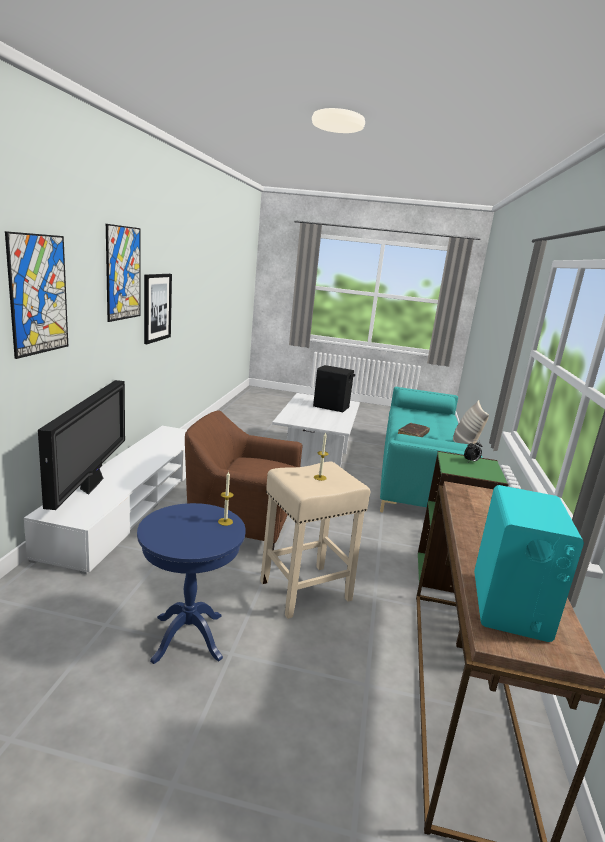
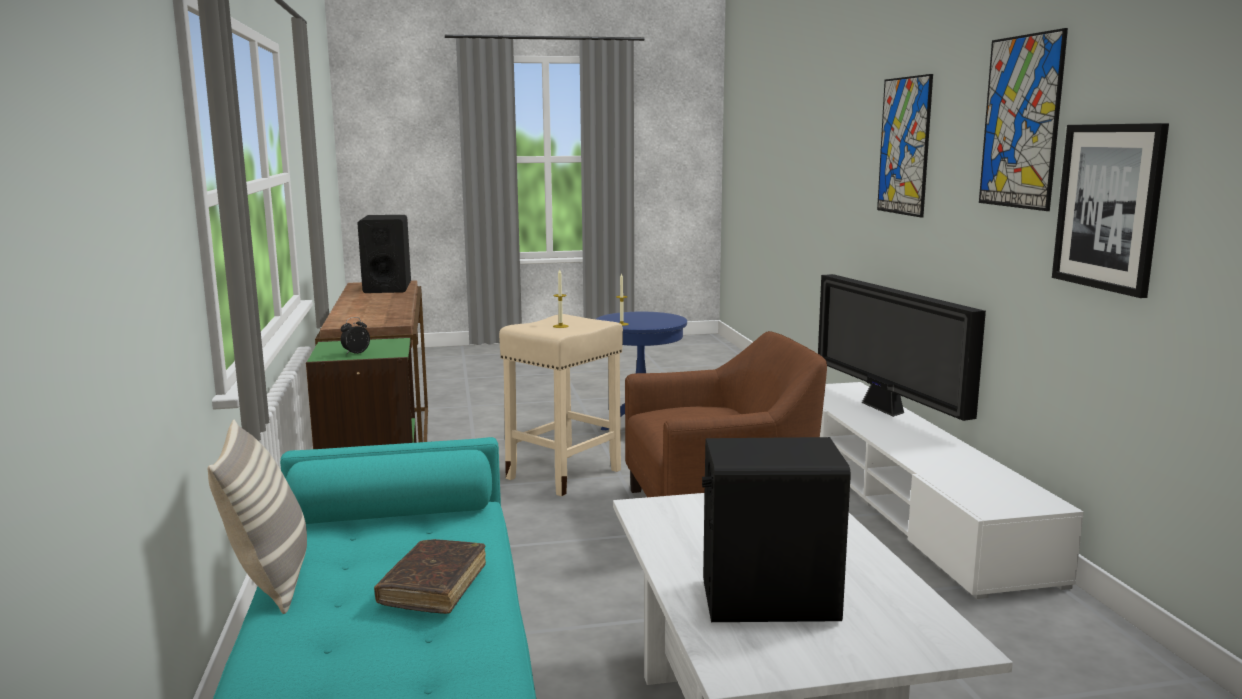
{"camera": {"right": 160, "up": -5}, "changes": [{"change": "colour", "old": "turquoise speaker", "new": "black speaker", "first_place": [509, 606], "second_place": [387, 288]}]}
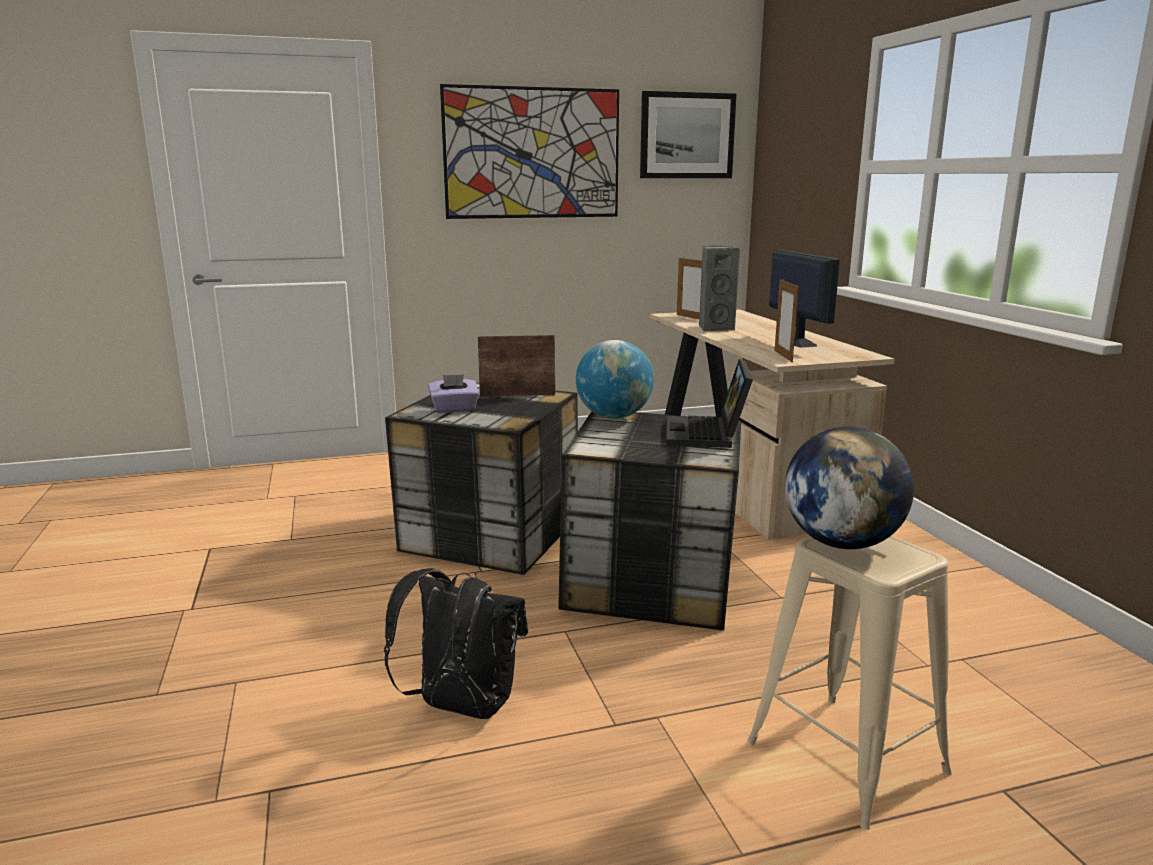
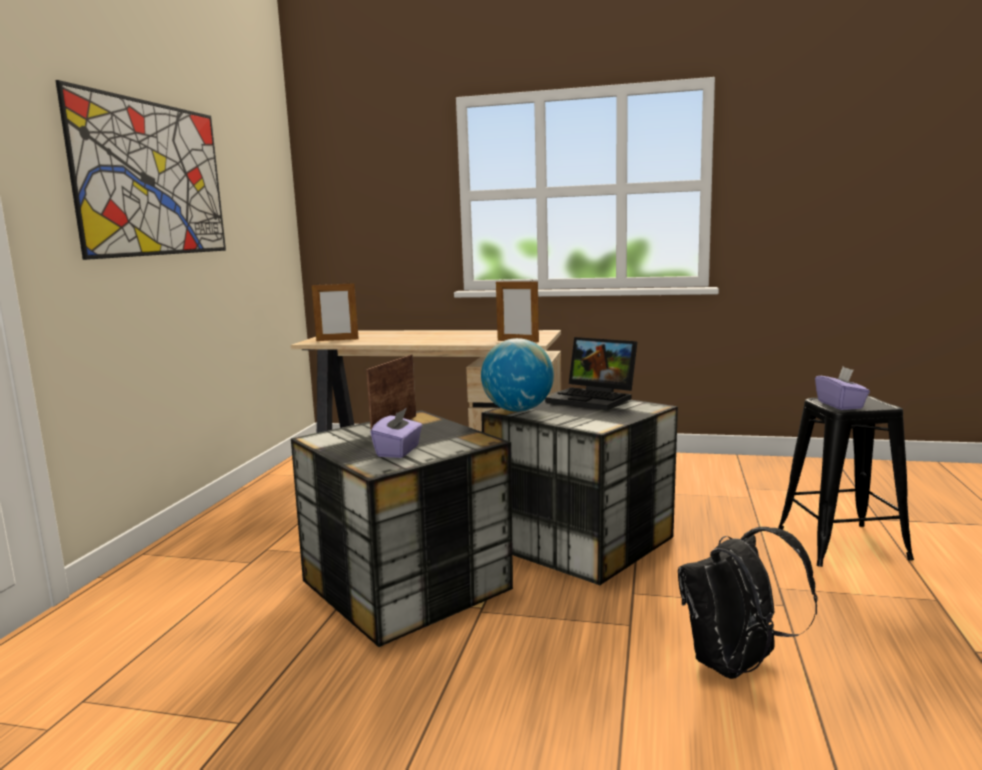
{"camera": {"right": -60, "up": -5}, "changes": [{"change": "missing", "old": "picture", "first_place": [687, 136]}, {"change": "missing", "old": "grey speaker", "first_place": [714, 328]}, {"change": "colour", "old": "beige stool", "new": "black stool", "first_place": [847, 758], "second_place": [842, 545]}, {"change": "missing", "old": "monitor", "first_place": [798, 343]}, {"change": "exchanged", "old": "globe", "new": "purple tissue box", "first_place": [841, 543], "second_place": [840, 405]}]}
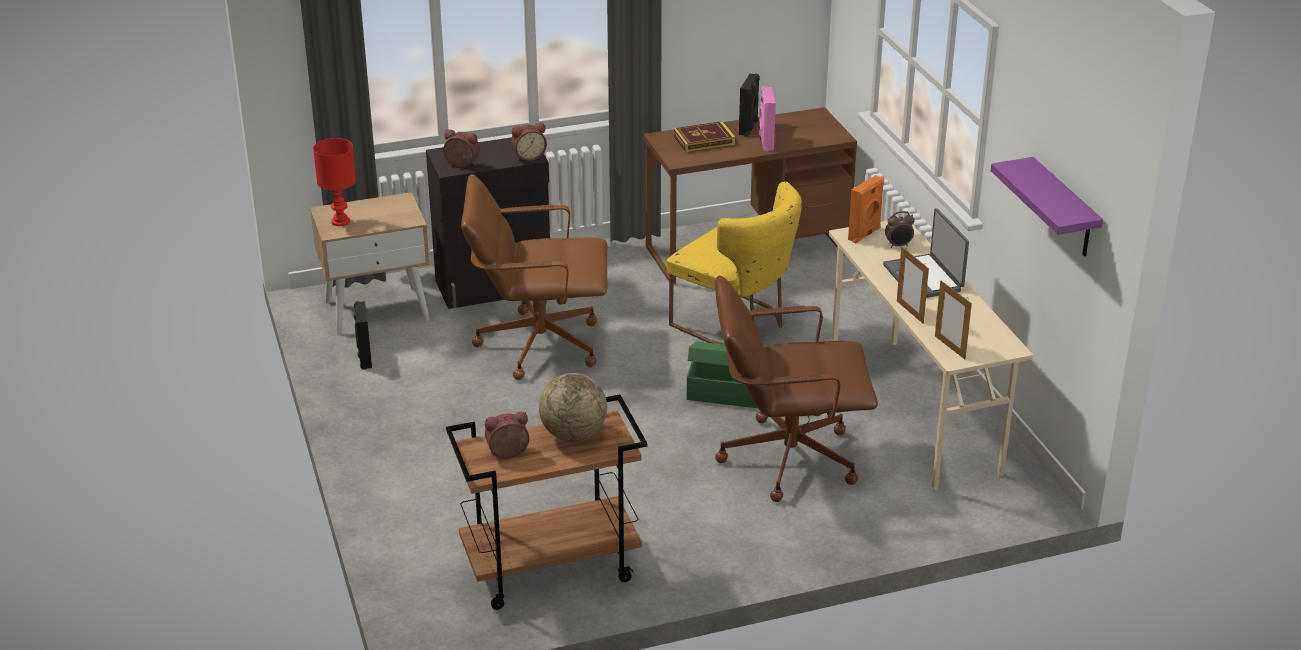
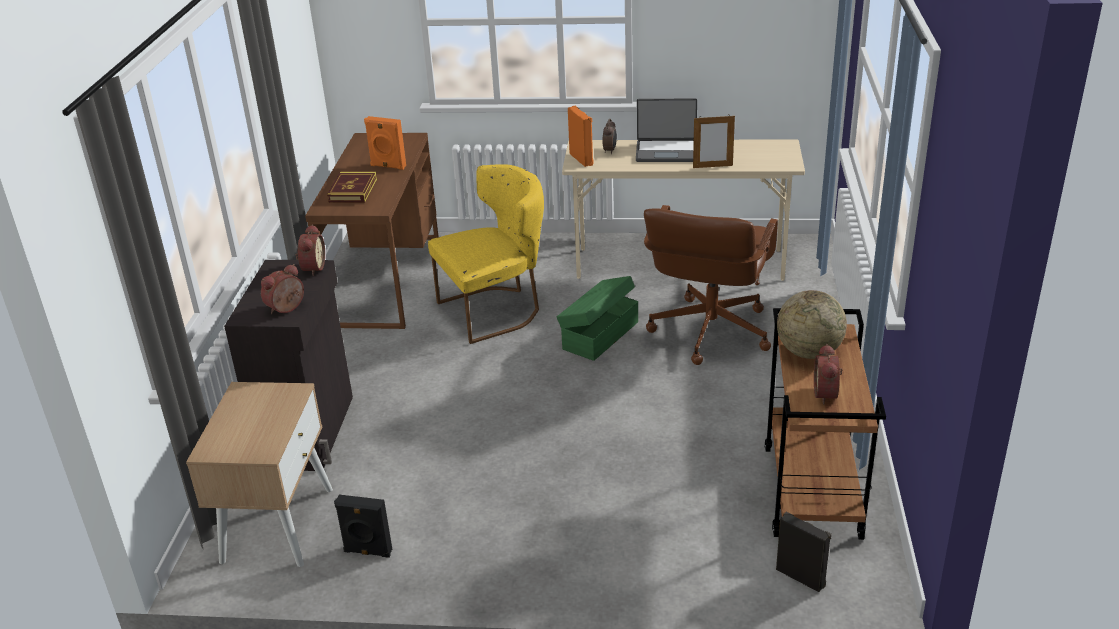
{"camera": {"right": -65, "up": 0}, "changes": [{"change": "missing", "old": "red table lamp", "first_place": [340, 221]}, {"change": "missing", "old": "brown office chair", "first_place": [538, 344]}, {"change": "relocated", "old": "black speaker", "first_place": [749, 128], "second_place": [801, 576]}, {"change": "colour", "old": "pink speaker", "new": "orange speaker", "first_place": [765, 142], "second_place": [388, 166]}, {"change": "missing", "old": "picture frame", "first_place": [950, 347]}, {"change": "missing", "old": "purple shelf", "first_place": [1064, 209]}]}
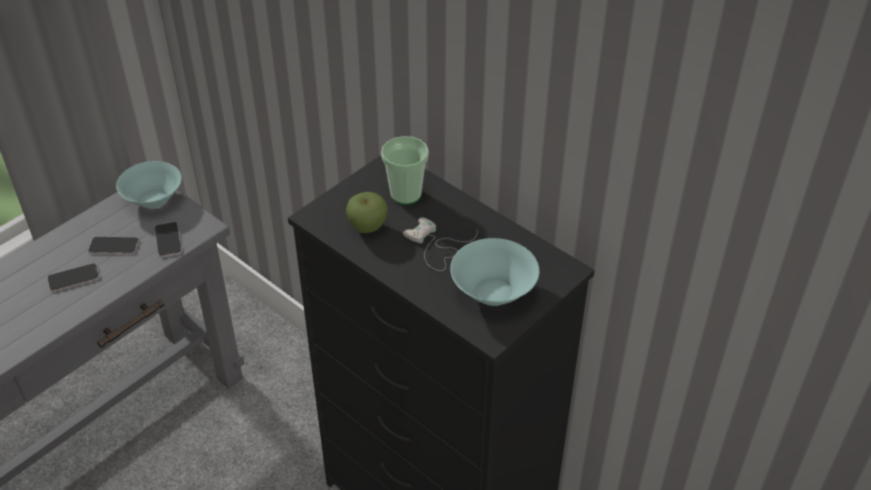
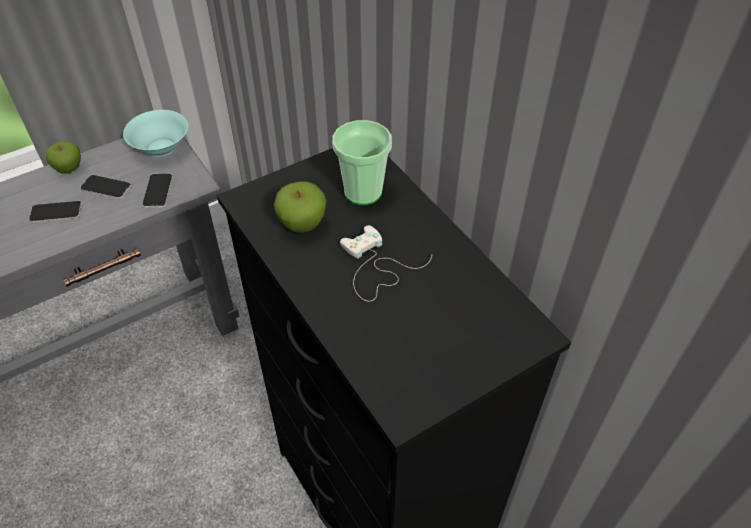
{"camera": {"right": 15, "up": 5}, "changes": [{"change": "missing", "old": "turquoise bowl", "first_place": [493, 292]}, {"change": "appeared", "new": "apple", "second_place": [69, 169]}]}
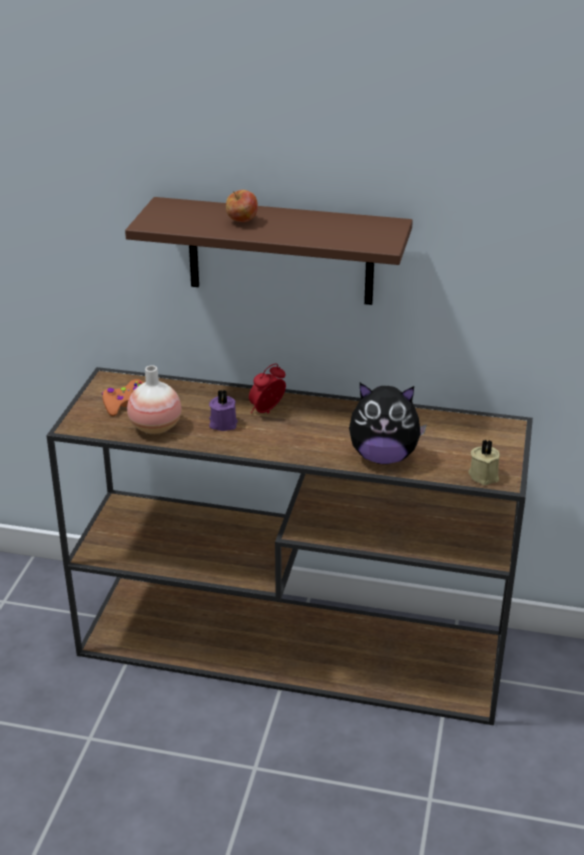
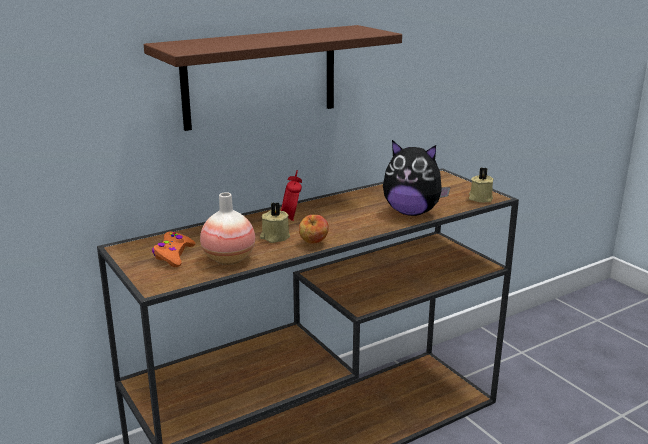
{"camera": {"right": -45, "up": -10}, "changes": [{"change": "colour", "old": "purple candle", "new": "beige candle", "first_place": [222, 423], "second_place": [274, 237]}, {"change": "relocated", "old": "apple", "first_place": [242, 222], "second_place": [313, 243]}, {"change": "spun", "old": "plush toy", "first_place": [383, 457], "second_place": [412, 212], "degrees": 60}]}
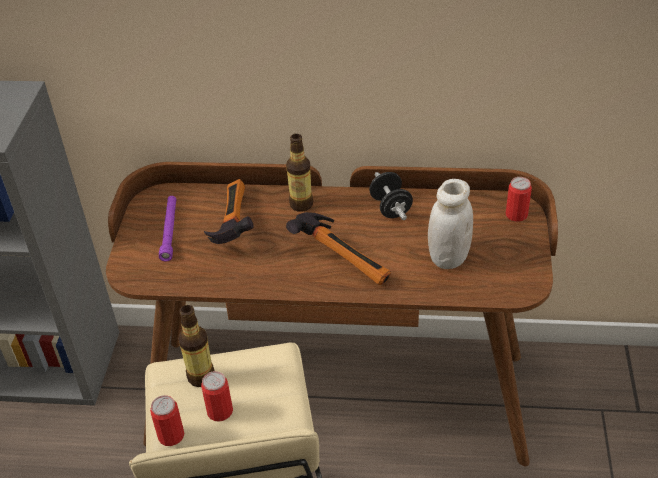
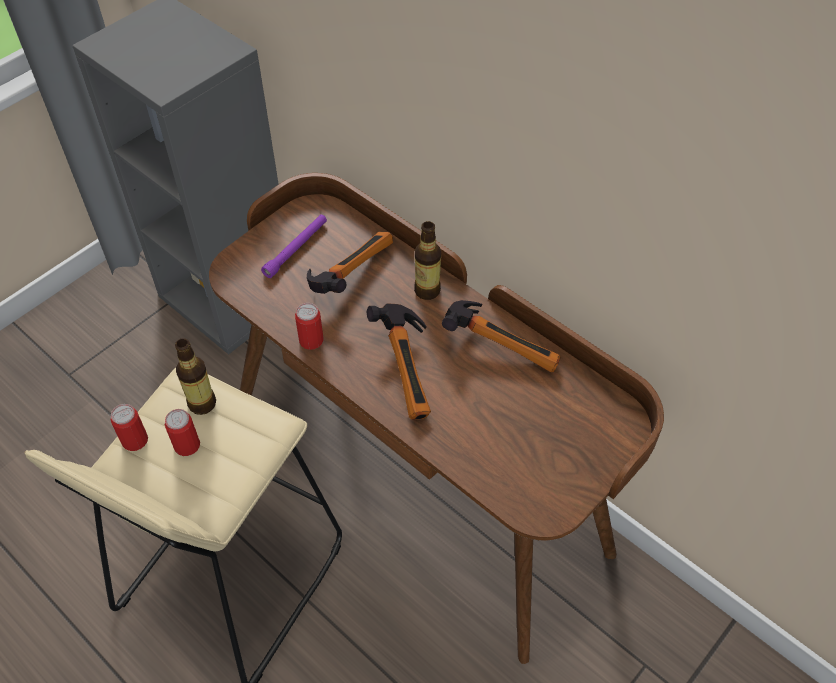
{"camera": {"right": 35, "up": 10}, "changes": [{"change": "exchanged", "old": "black dumbbell", "new": "hammer", "first_place": [390, 208], "second_place": [502, 345]}, {"change": "missing", "old": "white jar", "first_place": [448, 258]}, {"change": "relocated", "old": "can", "first_place": [516, 215], "second_place": [311, 340]}]}
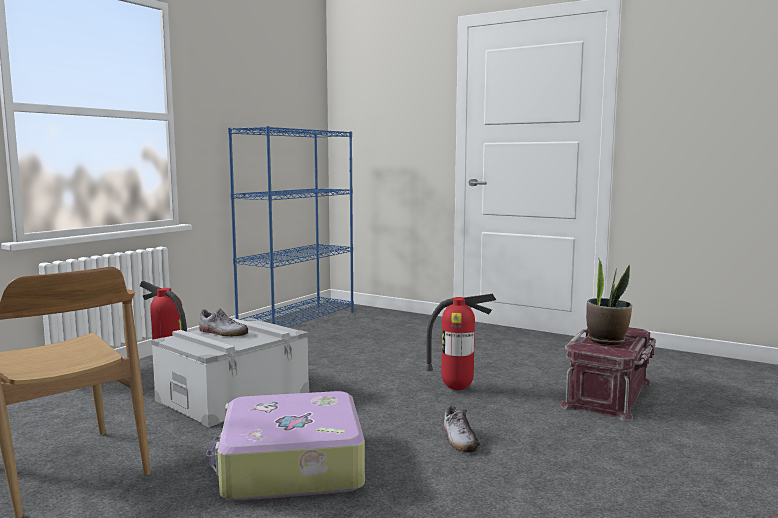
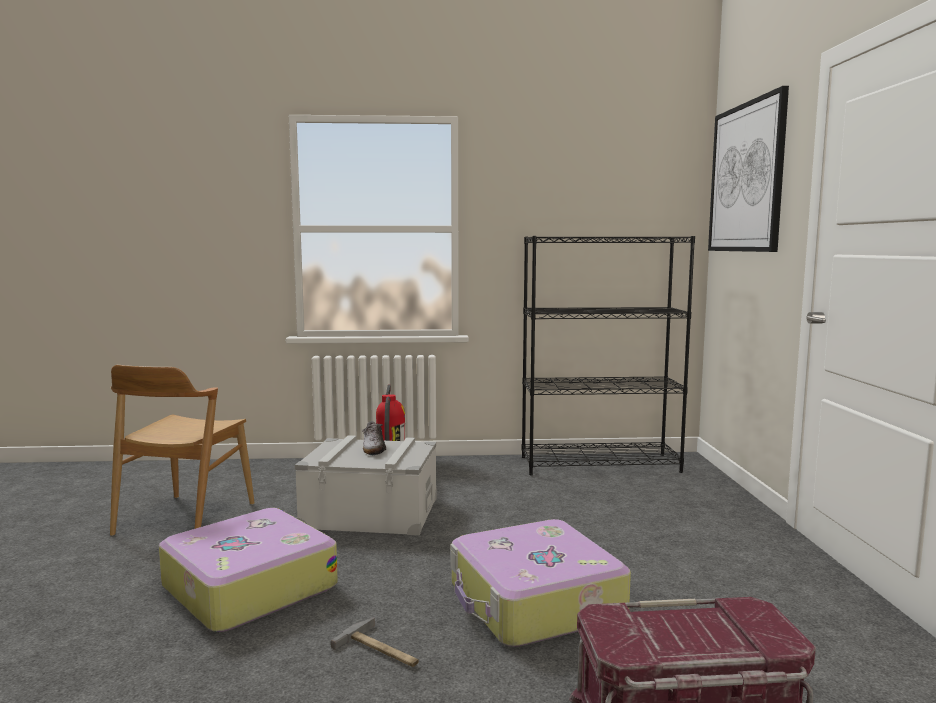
{"camera": {"right": 55, "up": 0}, "changes": [{"change": "colour", "old": "blue bookcase", "new": "black bookcase", "first_place": [298, 321], "second_place": [600, 464]}, {"change": "exchanged", "old": "fire extinguisher", "new": "suitcase", "first_place": [457, 388], "second_place": [534, 602]}, {"change": "exchanged", "old": "shoe", "new": "hammer", "first_place": [459, 440], "second_place": [382, 650]}, {"change": "missing", "old": "potted plant", "first_place": [606, 340]}, {"change": "appeared", "new": "picture", "second_place": [746, 178]}]}
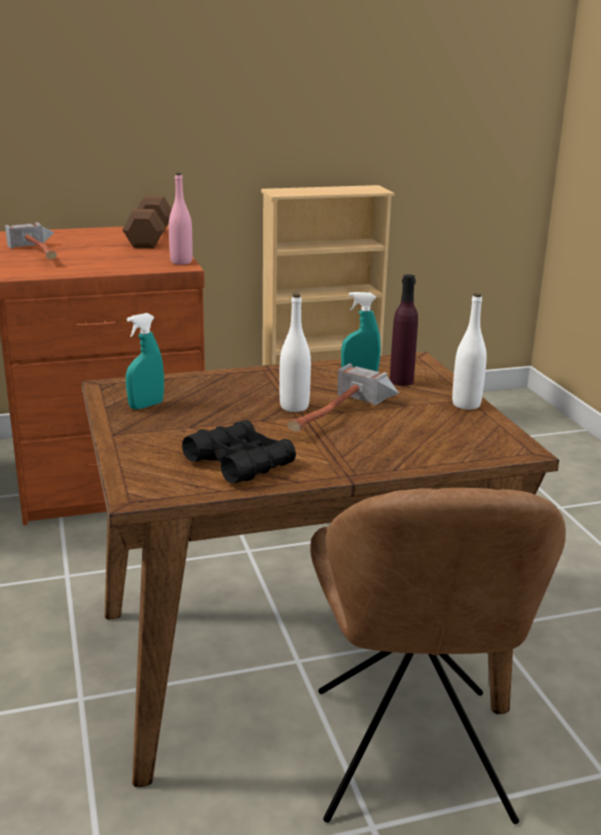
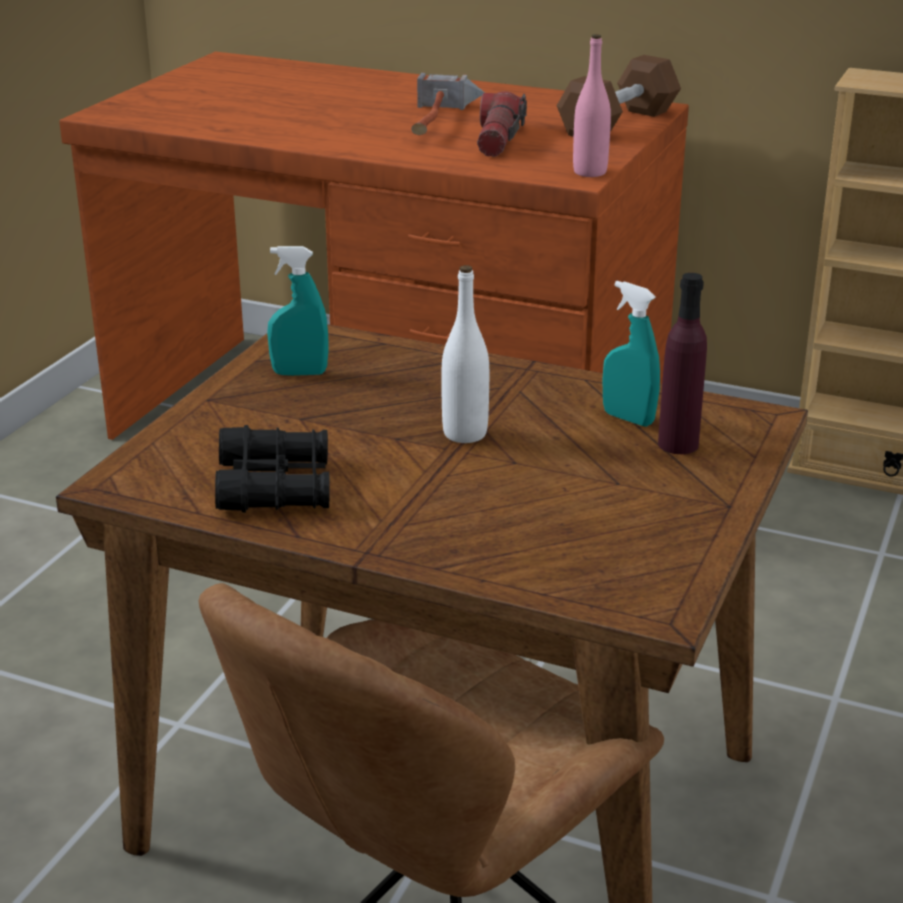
{"camera": {"right": 40, "up": 5}, "changes": [{"change": "missing", "old": "hammer", "first_place": [340, 417]}, {"change": "missing", "old": "white bottle", "first_place": [466, 404]}, {"change": "appeared", "new": "flashlight", "second_place": [498, 140]}]}
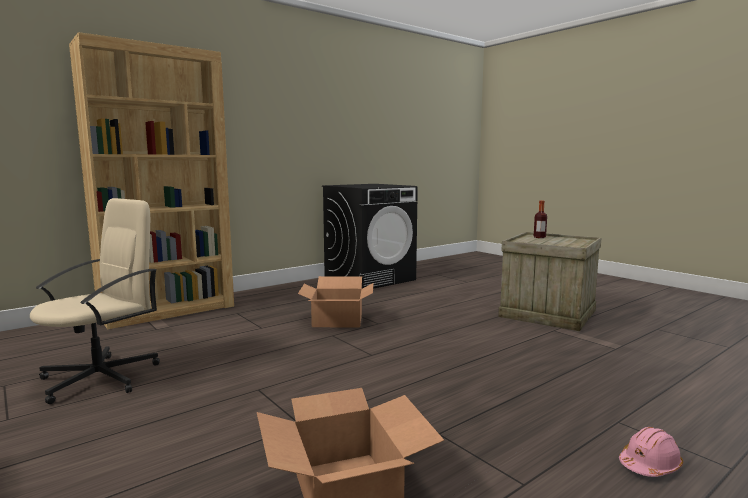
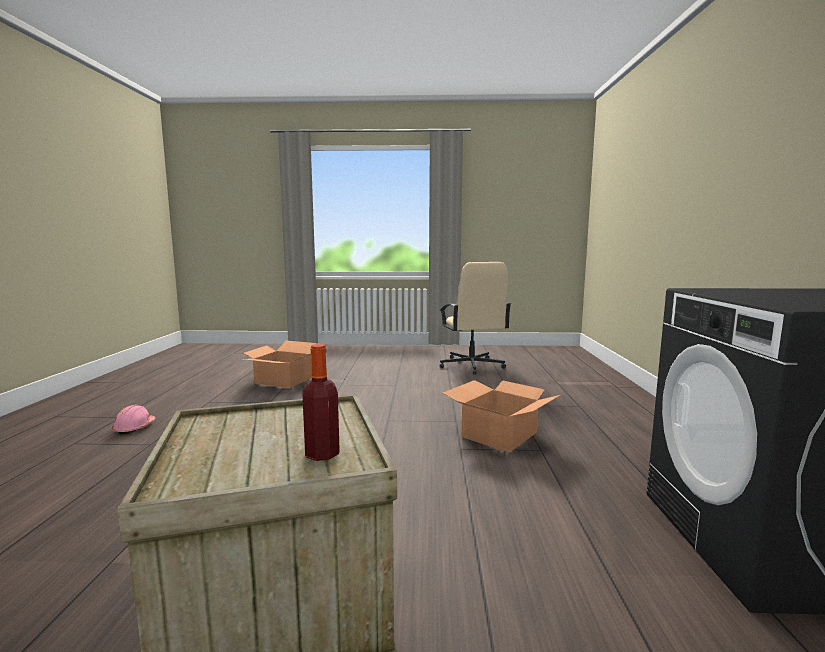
{"camera": {"right": 130, "up": 0}, "changes": [{"change": "missing", "old": "brown bookcase", "first_place": [168, 310]}]}
